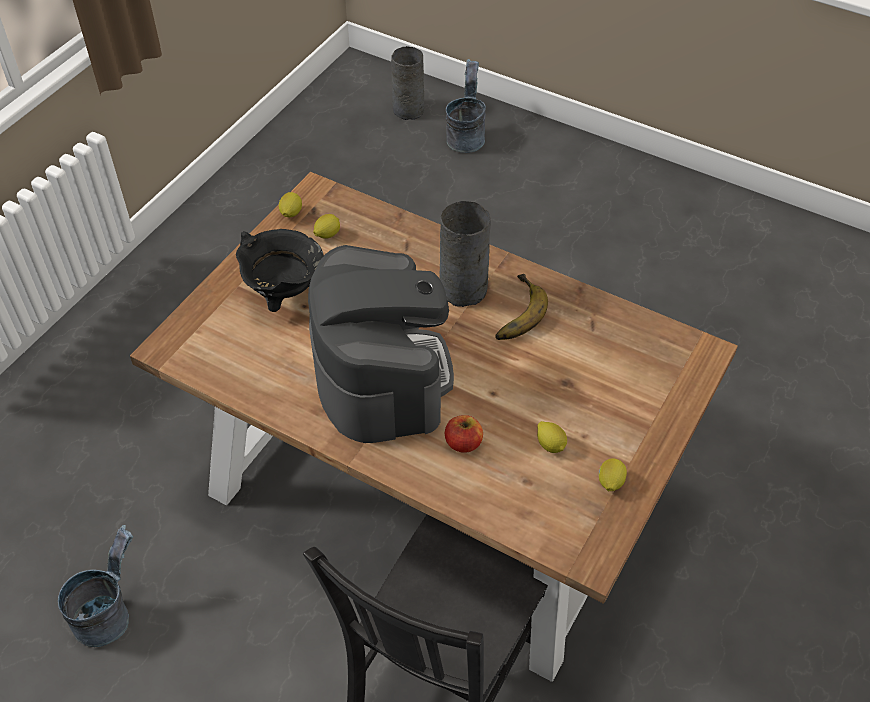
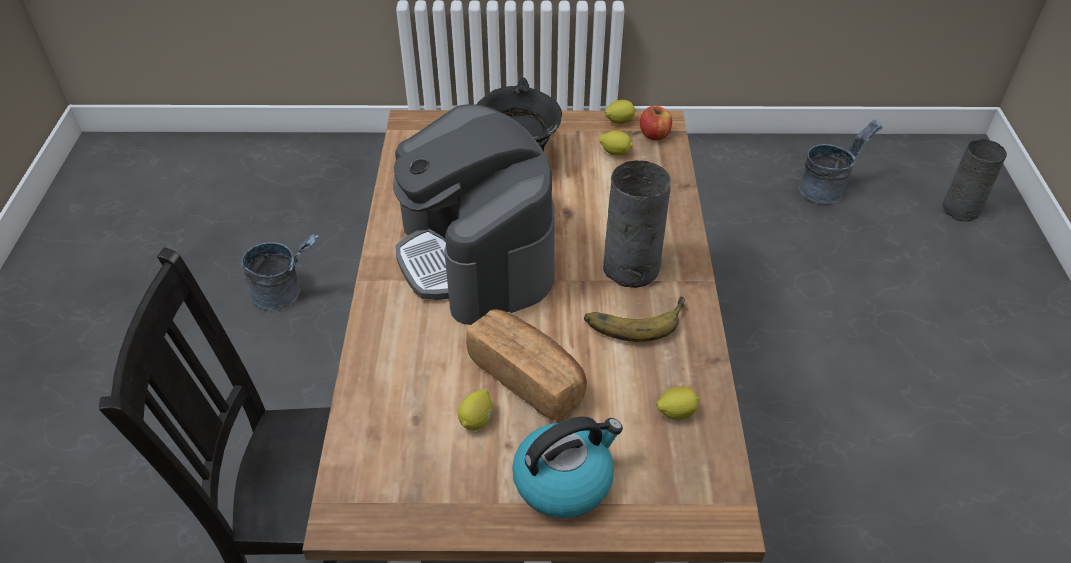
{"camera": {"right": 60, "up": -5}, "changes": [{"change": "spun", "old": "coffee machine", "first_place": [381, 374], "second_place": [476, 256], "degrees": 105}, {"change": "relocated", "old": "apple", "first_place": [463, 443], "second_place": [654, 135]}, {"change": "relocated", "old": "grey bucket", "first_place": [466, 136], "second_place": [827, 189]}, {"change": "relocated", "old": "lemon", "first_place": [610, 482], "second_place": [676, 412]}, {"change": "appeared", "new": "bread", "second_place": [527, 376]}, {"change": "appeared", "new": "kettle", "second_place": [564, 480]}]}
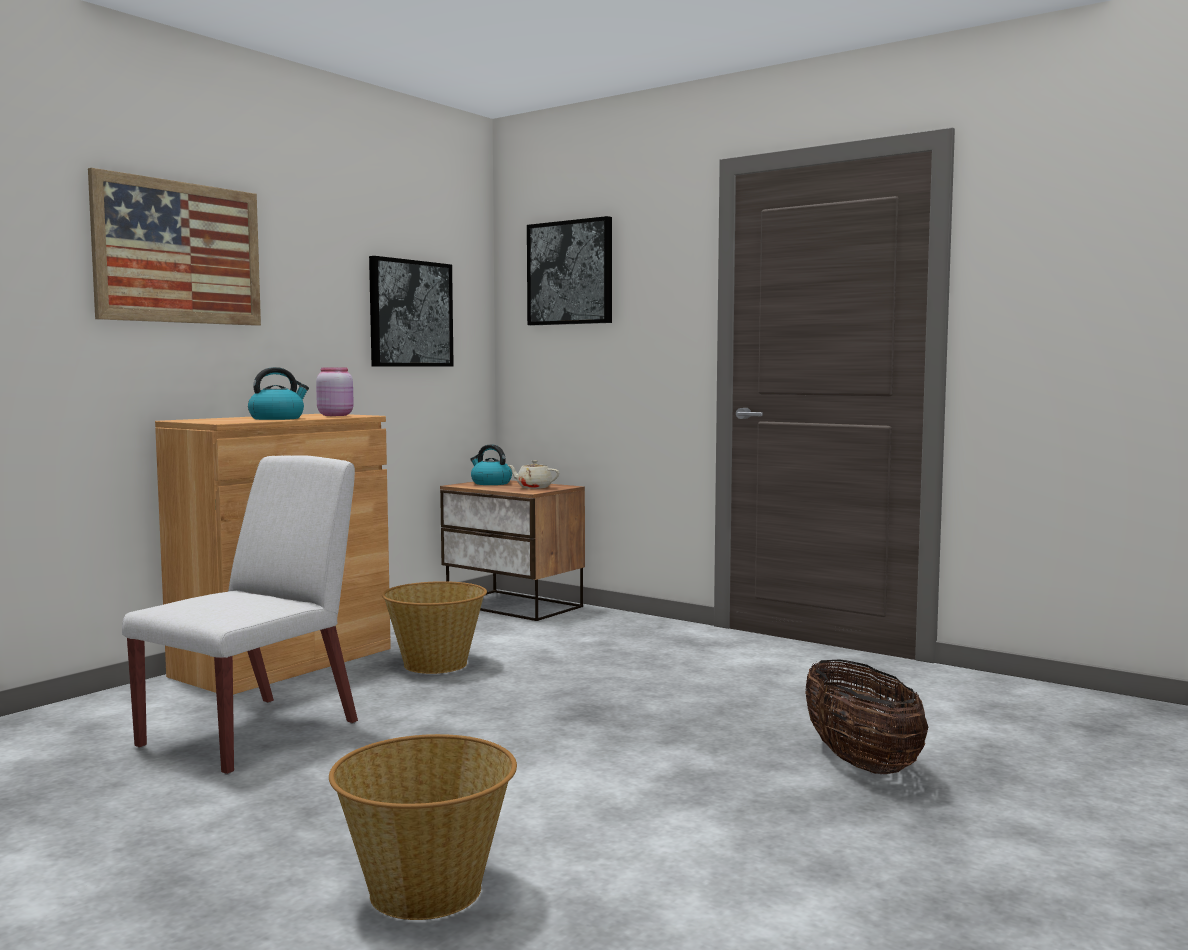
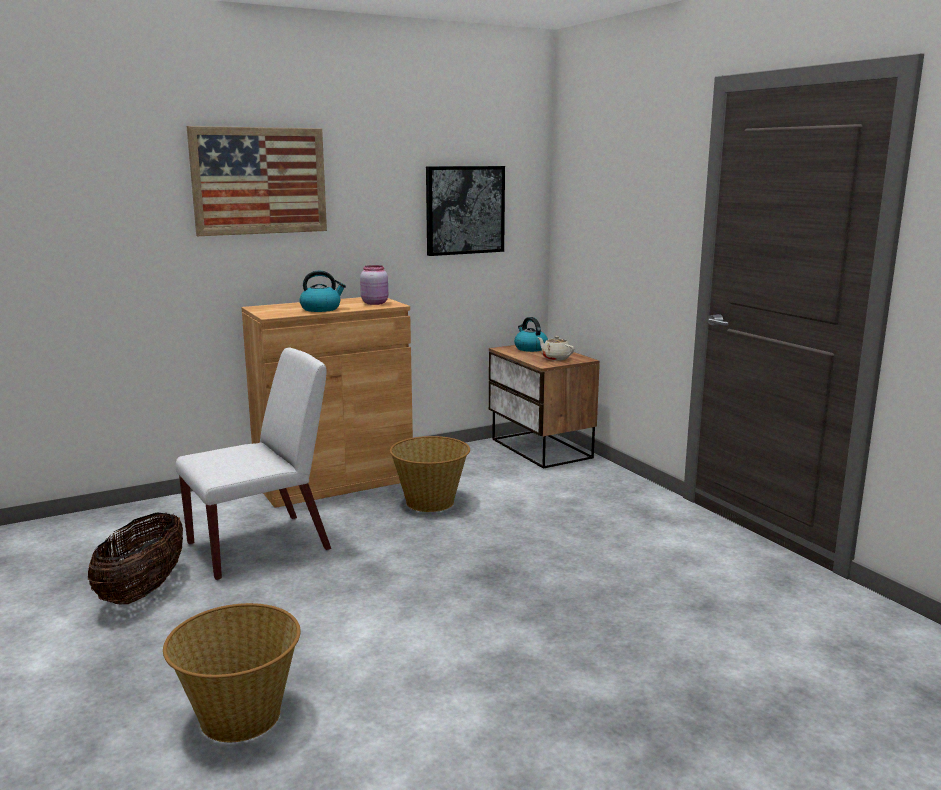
{"camera": {"right": 25, "up": 10}, "changes": [{"change": "missing", "old": "picture", "first_place": [570, 273]}, {"change": "relocated", "old": "basket", "first_place": [861, 763], "second_place": [143, 590]}]}
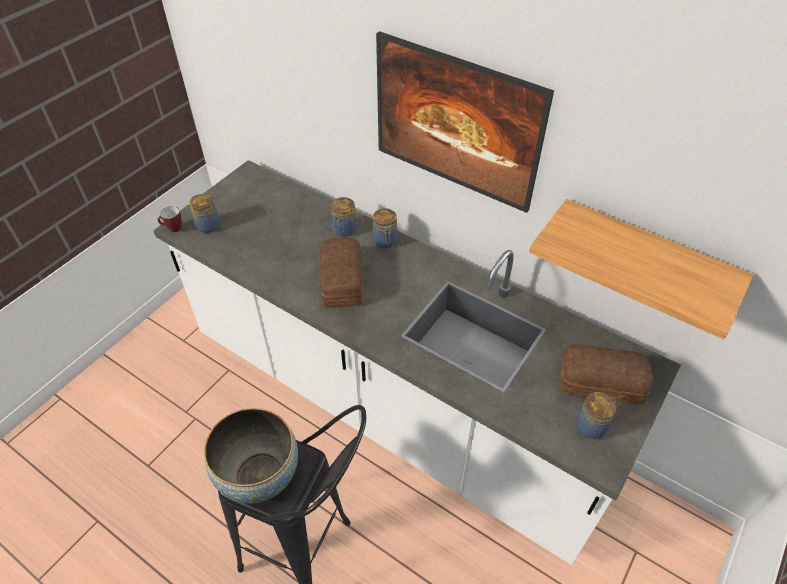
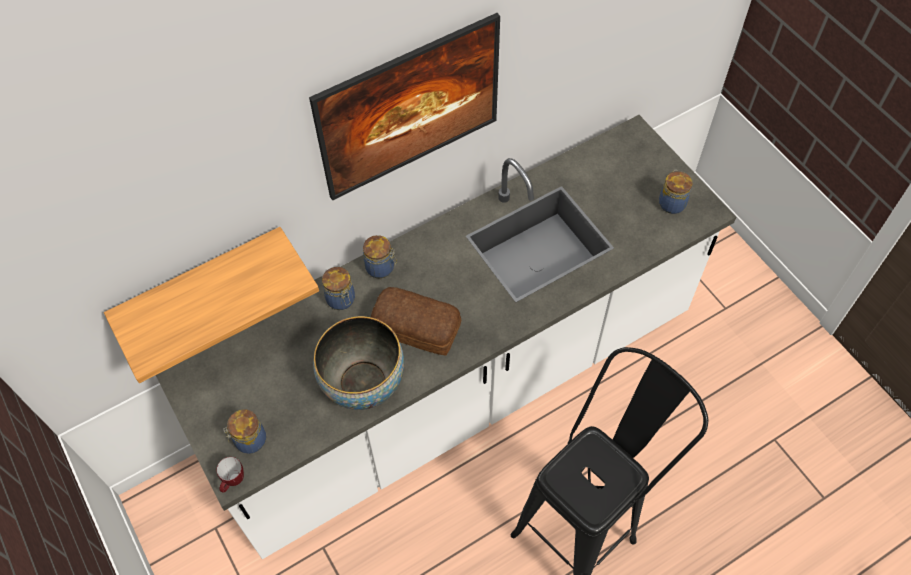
{"camera": {"right": -65, "up": 10}, "changes": [{"change": "relocated", "old": "bowl", "first_place": [260, 476], "second_place": [363, 384]}, {"change": "relocated", "old": "shelf", "first_place": [644, 259], "second_place": [202, 286]}, {"change": "missing", "old": "bread", "first_place": [599, 380]}]}
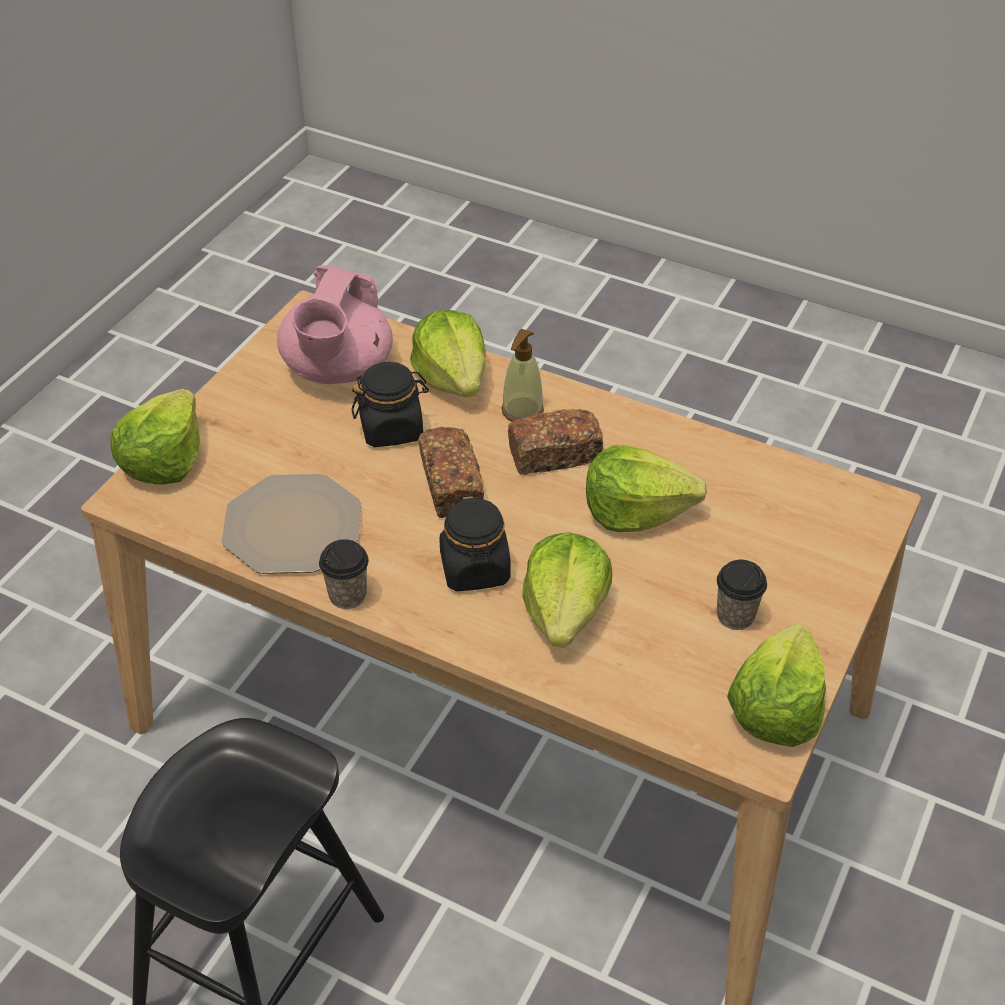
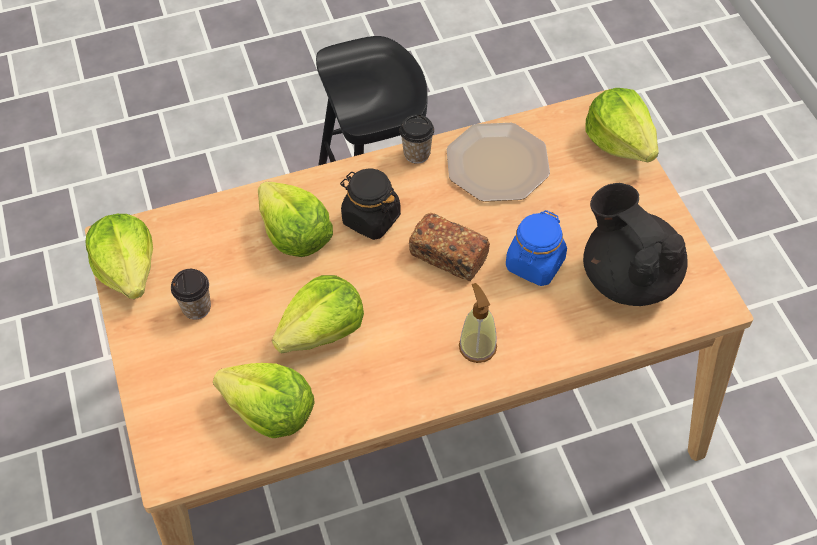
{"camera": {"right": 135, "up": 10}, "changes": [{"change": "colour", "old": "pink teapot", "new": "black teapot", "first_place": [337, 370], "second_place": [628, 276]}, {"change": "colour", "old": "black jar", "new": "blue jar", "first_place": [392, 428], "second_place": [535, 264]}, {"change": "relocated", "old": "lettuce", "first_place": [453, 377], "second_place": [270, 412]}, {"change": "missing", "old": "bread", "first_place": [554, 455]}]}
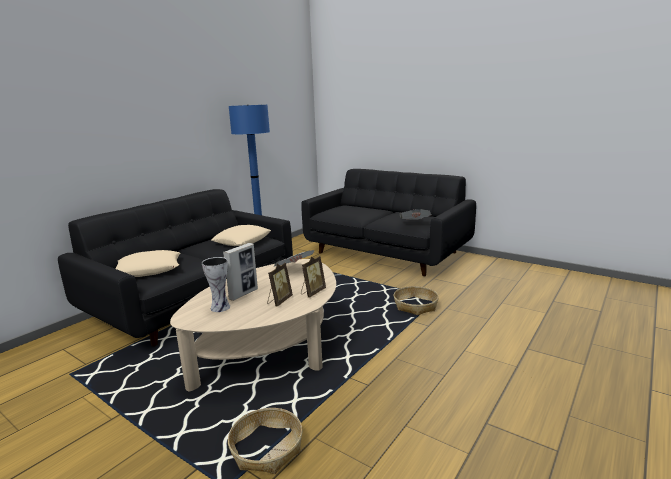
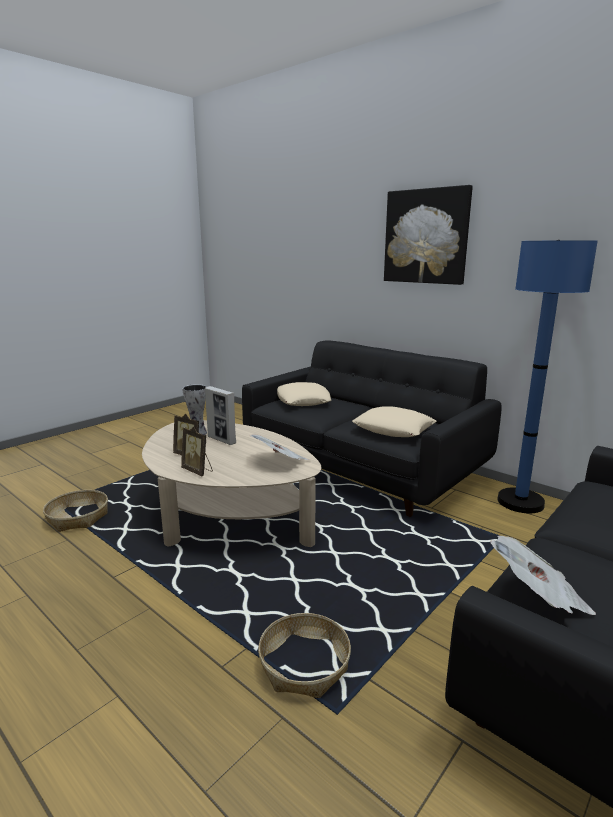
{"camera": {"right": 95, "up": 0}, "changes": [{"change": "appeared", "new": "picture", "second_place": [426, 236]}]}
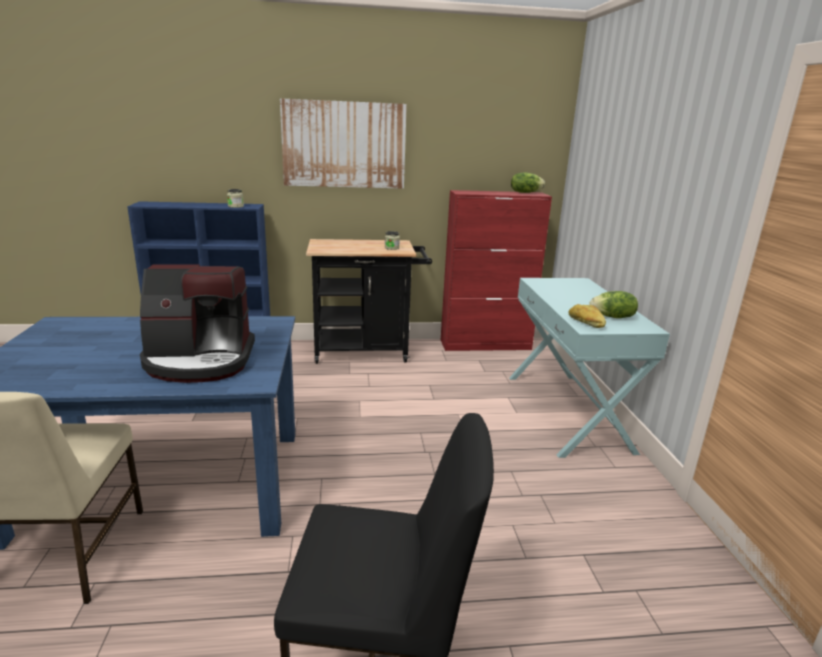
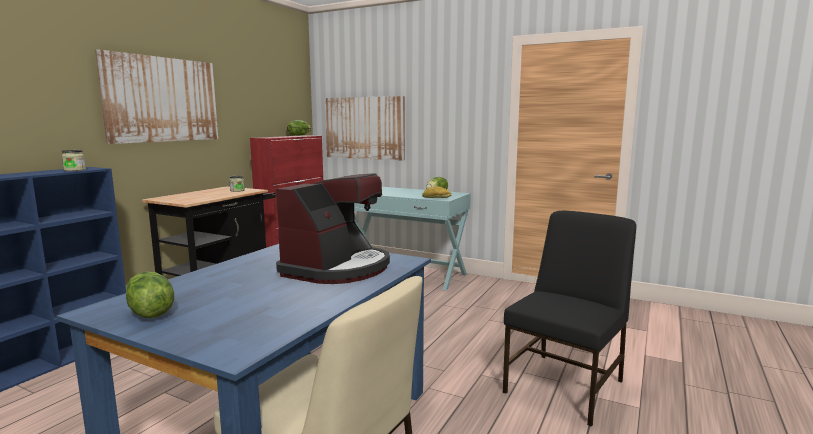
{"camera": {"right": -55, "up": -10}, "changes": [{"change": "appeared", "new": "lettuce", "second_place": [149, 313]}, {"change": "appeared", "new": "picture", "second_place": [364, 128]}]}
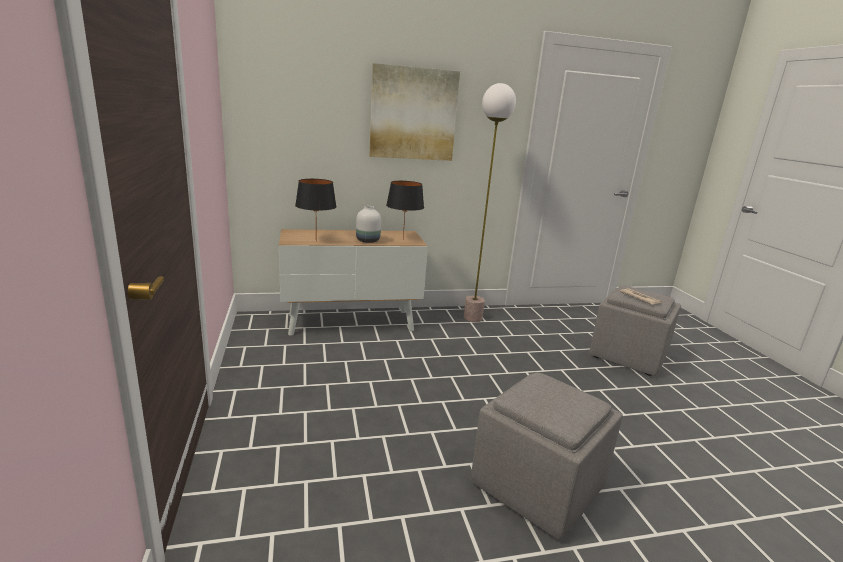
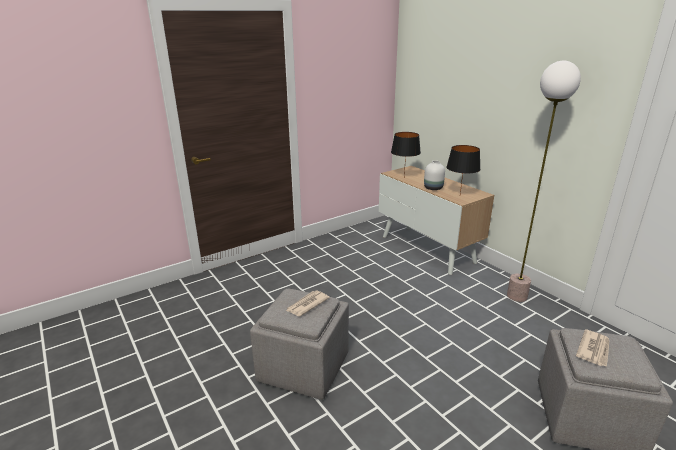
{"camera": {"right": 70, "up": 5}, "changes": [{"change": "missing", "old": "picture", "first_place": [413, 114]}, {"change": "appeared", "new": "newspaper", "second_place": [307, 305]}]}
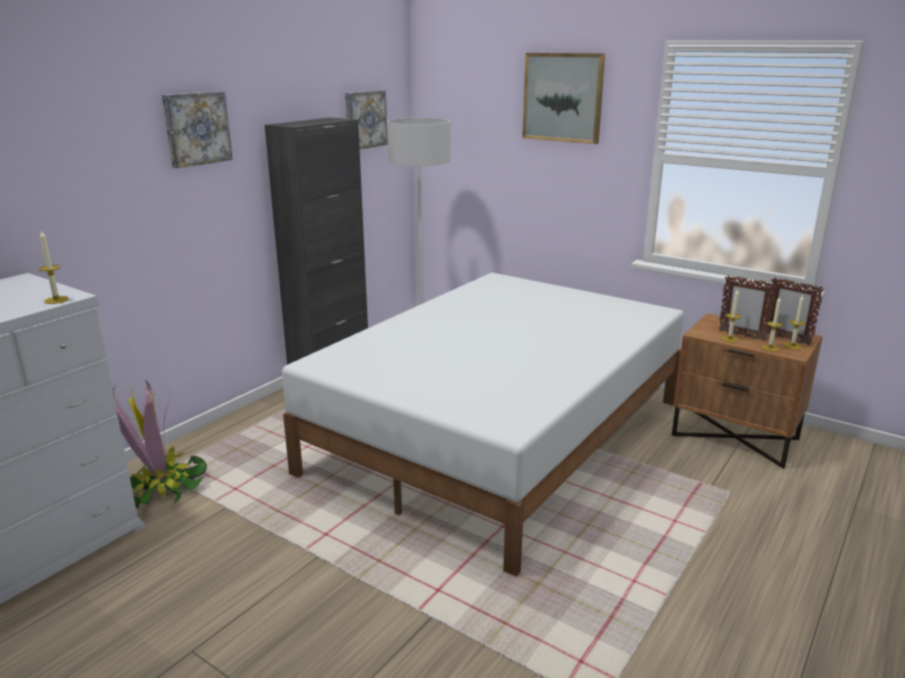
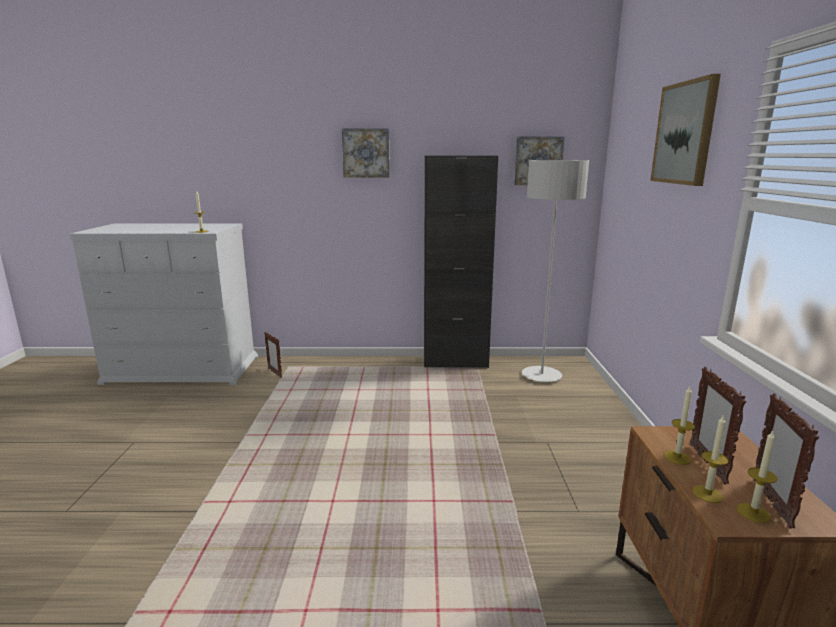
{"camera": {"right": 55, "up": -5}, "changes": [{"change": "exchanged", "old": "potted plant", "new": "picture frame", "first_place": [162, 488], "second_place": [275, 373]}, {"change": "missing", "old": "white bed", "first_place": [500, 436]}]}
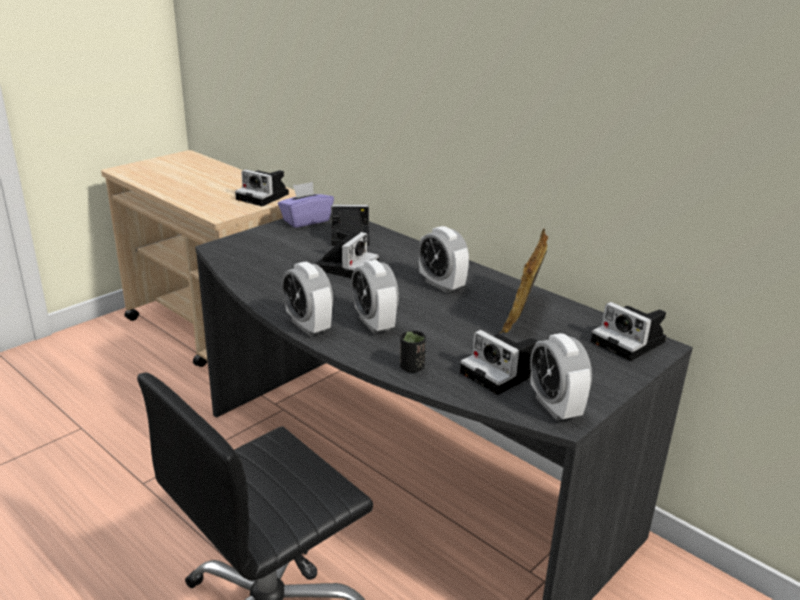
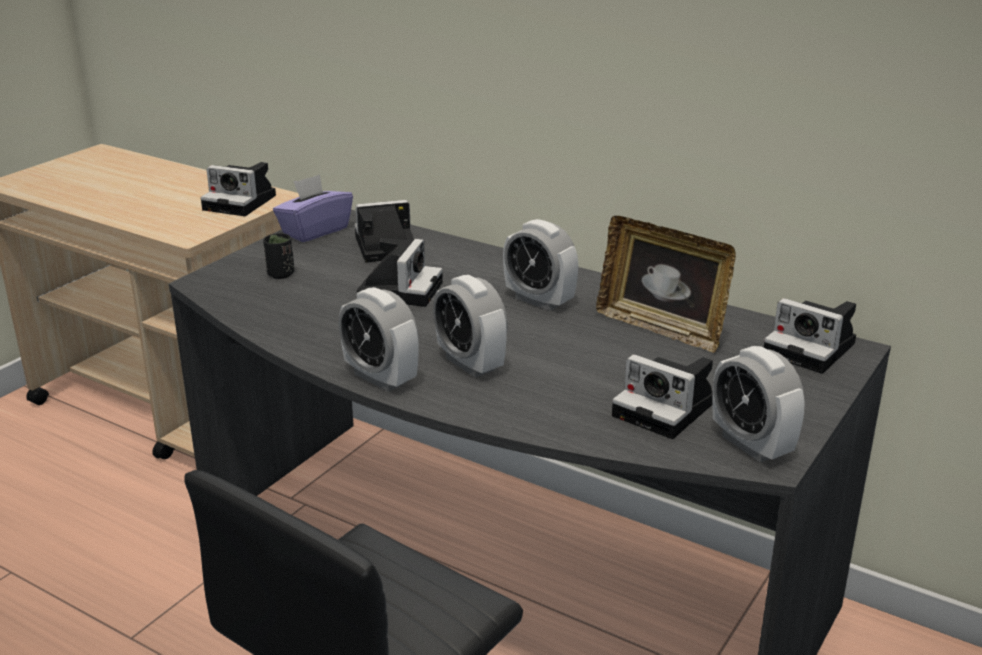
{"camera": {"right": -10, "up": 0}, "changes": [{"change": "relocated", "old": "black cup", "first_place": [411, 367], "second_place": [280, 274]}, {"change": "spun", "old": "picture frame", "first_place": [522, 314], "second_place": [661, 328], "degrees": -60}]}
